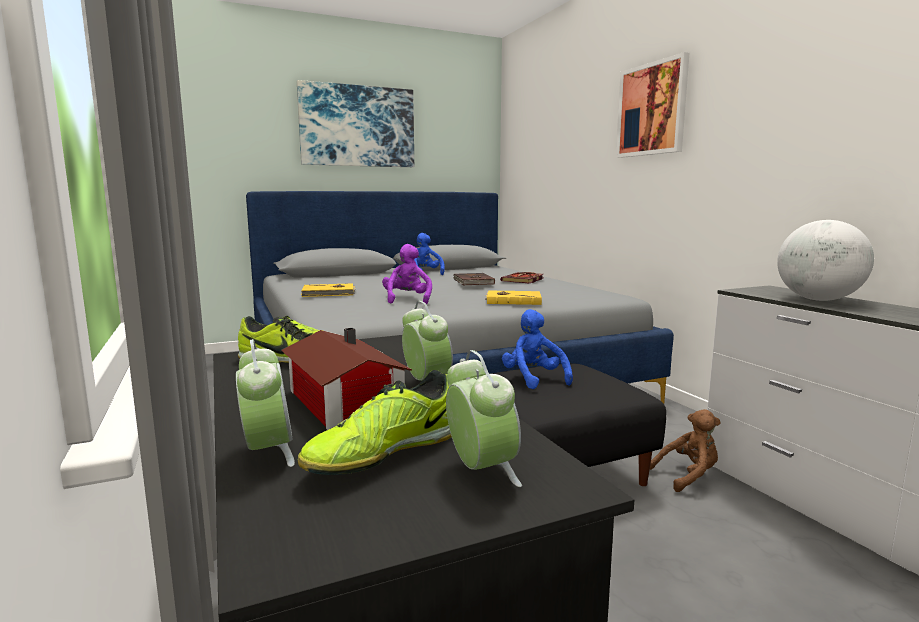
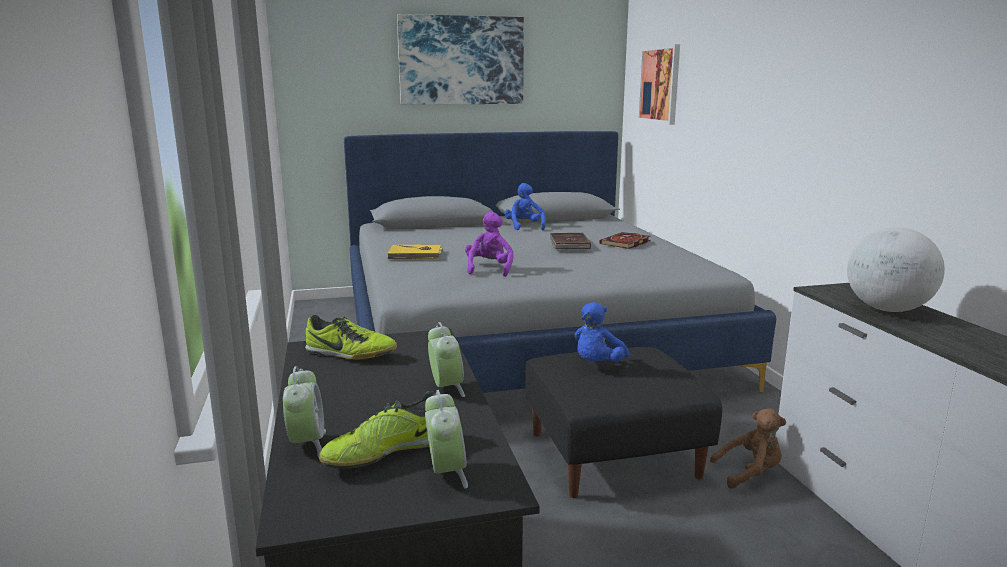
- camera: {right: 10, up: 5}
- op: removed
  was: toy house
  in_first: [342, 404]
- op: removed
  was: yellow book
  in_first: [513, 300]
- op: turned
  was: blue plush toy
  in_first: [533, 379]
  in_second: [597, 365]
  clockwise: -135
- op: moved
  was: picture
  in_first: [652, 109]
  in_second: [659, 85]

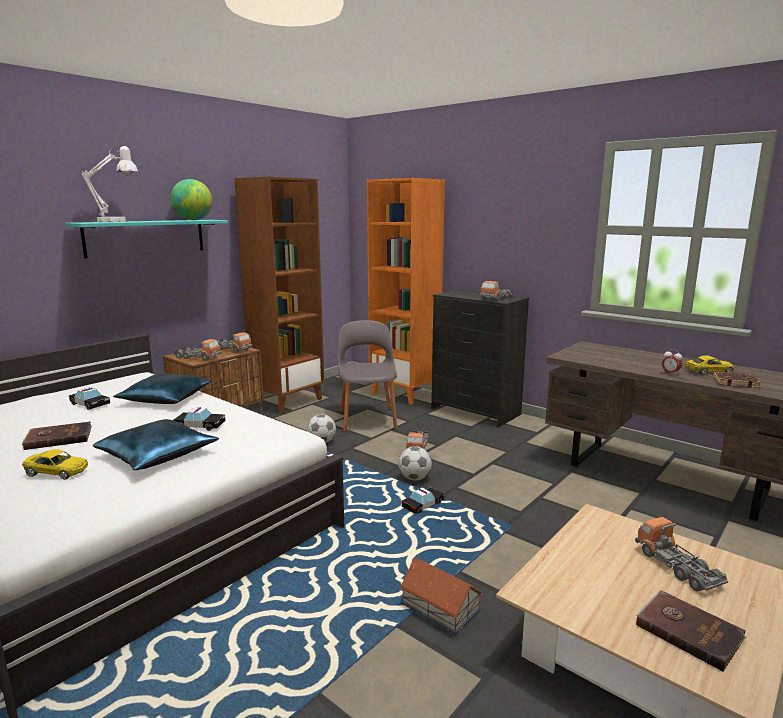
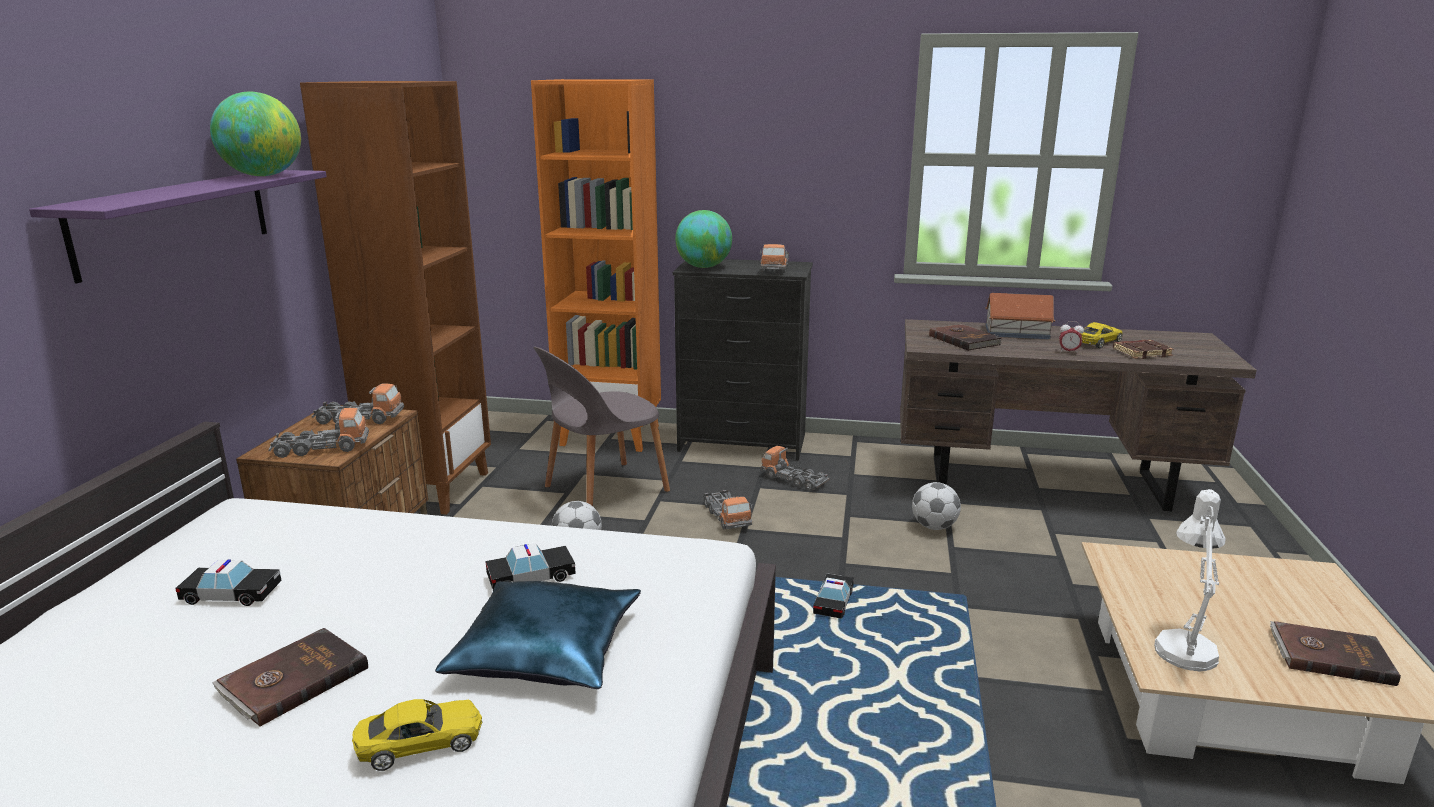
- camera: {right: -30, up: 5}
- op: recoloured
  was: turquoise shelf
  now: purple shelf
  in_first: [146, 237]
  in_second: [175, 220]
- op: moved
  was: white table lamp
  in_first: [118, 221]
  in_second: [1184, 645]
- op: removed
  was: blue pillow
  in_first: [167, 398]
- op: turned
  was: grey chair
  in_first: [367, 418]
  in_second: [603, 490]
  clockwise: -90
- op: moved
  was: football
  in_first: [415, 478]
  in_second: [934, 527]
- op: moved
  was: toy house
  in_first: [439, 607]
  in_second: [1016, 332]
- op: moved
  was: toy truck
  in_first: [677, 567]
  in_second: [793, 480]
- op: added
  now: globe
  in_second: [703, 267]
- op: added
  now: brown book
  in_second: [964, 340]

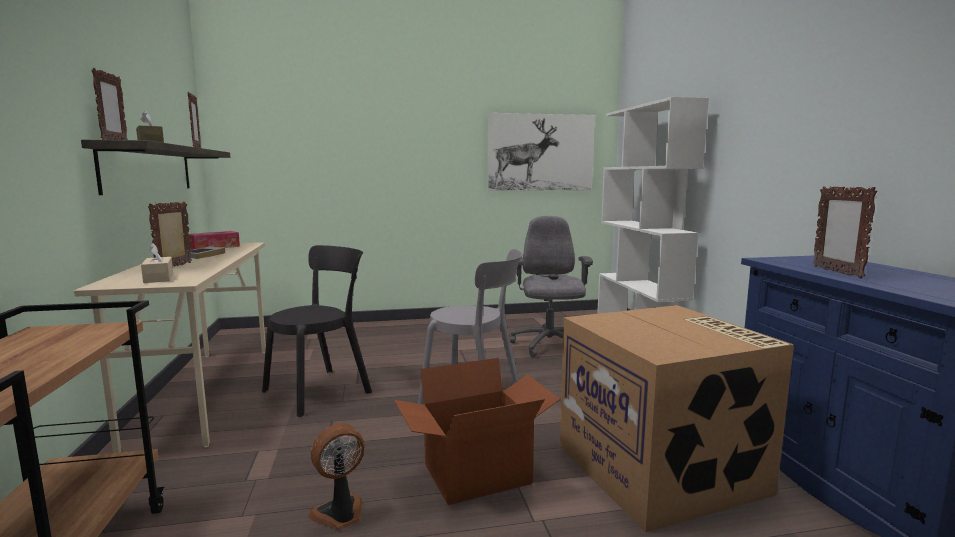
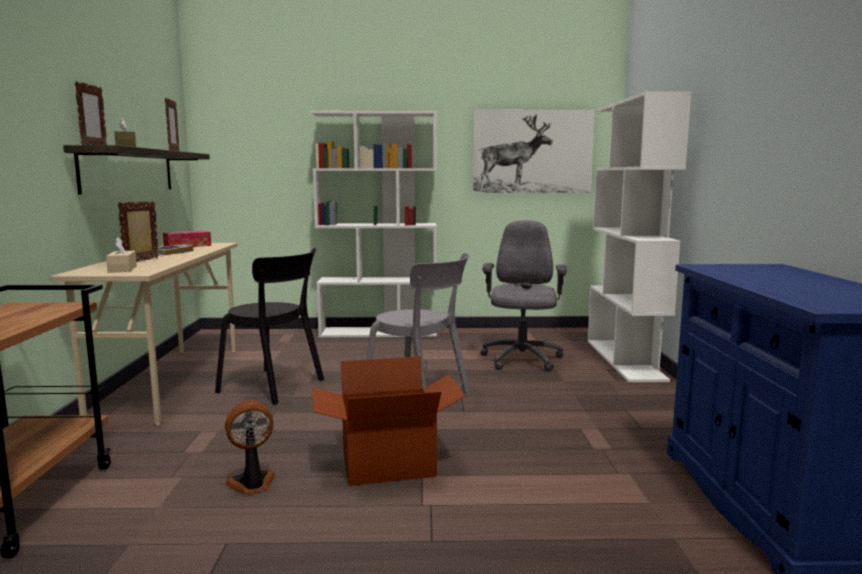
- camera: {right: 10, up: 0}
- op: turned
  was: black chair
  in_first: [322, 390]
  in_second: [275, 387]
  clockwise: 60
- op: removed
  was: cardboard box
  in_first: [662, 469]
- op: removed
  was: picture frame
  in_first: [836, 272]
- op: added
  now: white bookcase
  in_second: [379, 332]

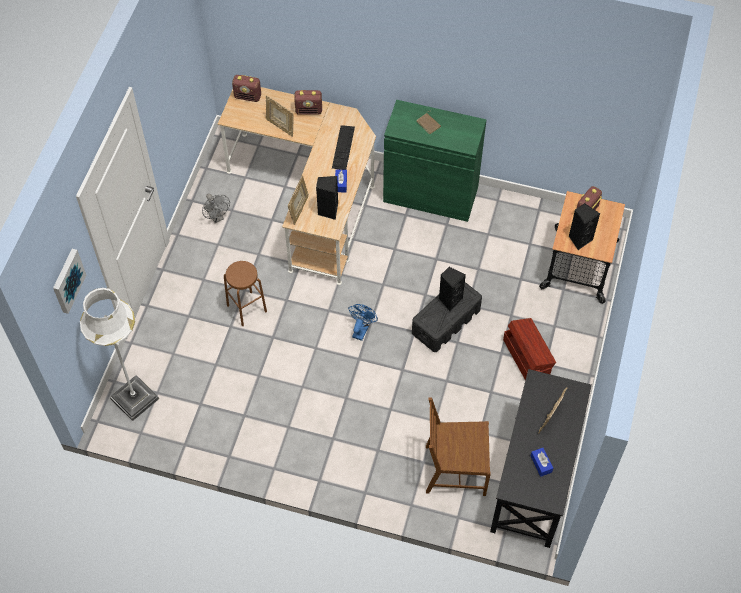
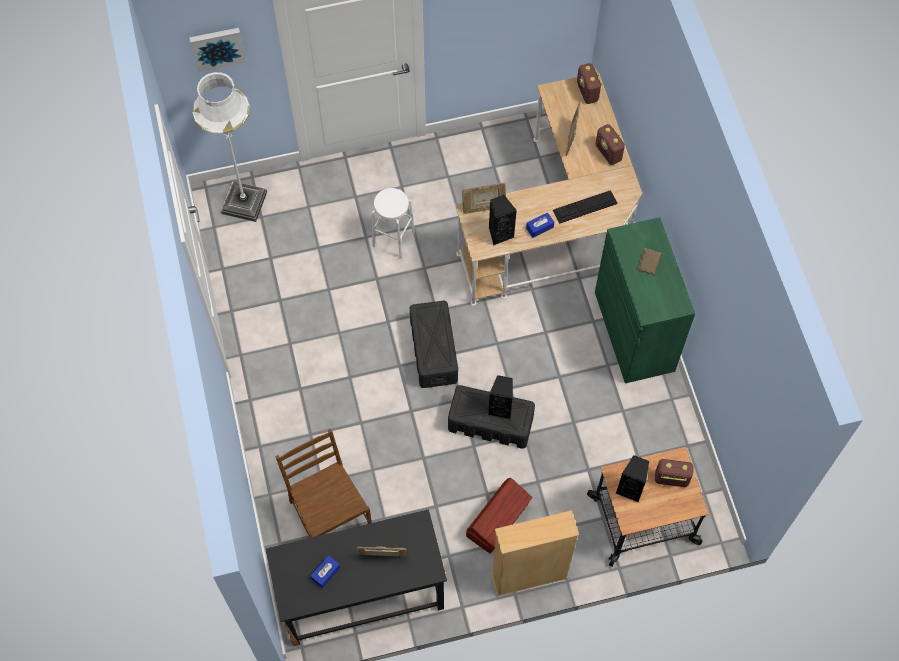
- camera: {right: 60, up: 5}
- op: removed
  was: grey fan
  in_first: [217, 217]
- op: recoloured
  was: brown stool
  now: white stool
  in_first: [246, 308]
  in_second: [393, 239]
- op: replaced
  was: blue fan
  now: black storage box
  in_first: [361, 329]
  in_second: [433, 350]
- op: added
  now: beige bookcase
  in_second: [529, 576]

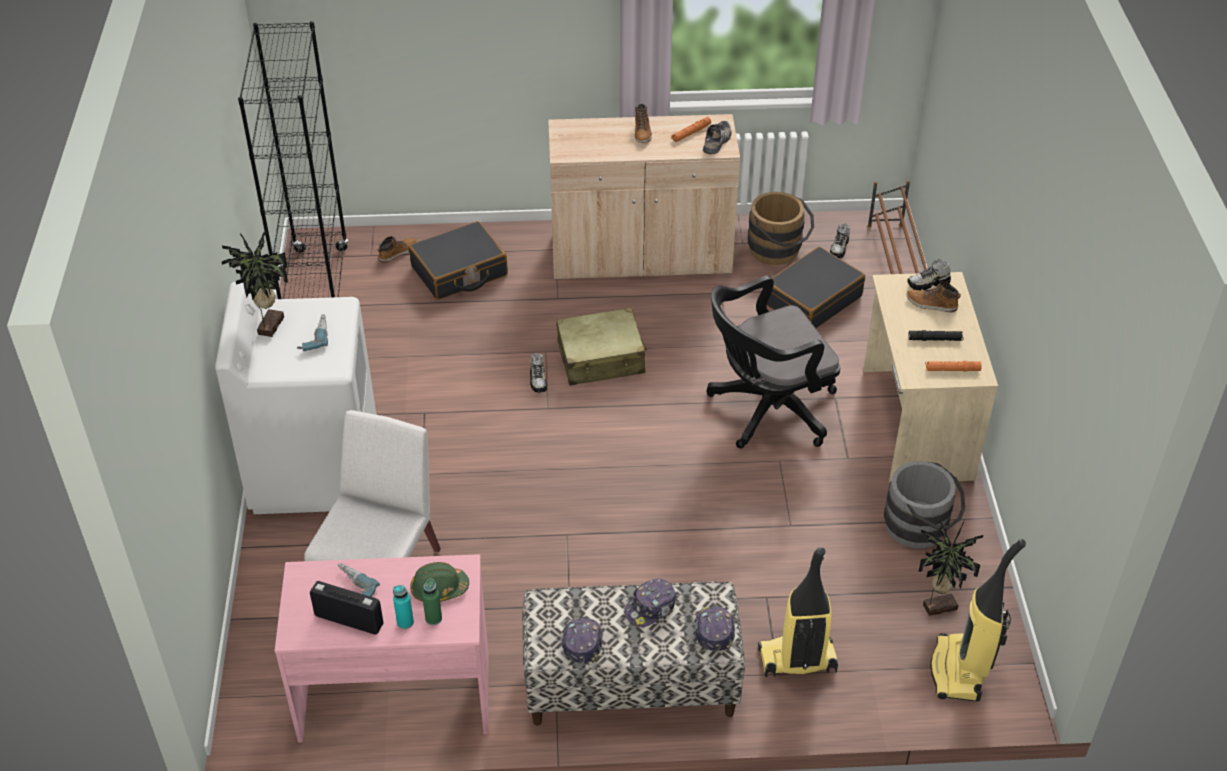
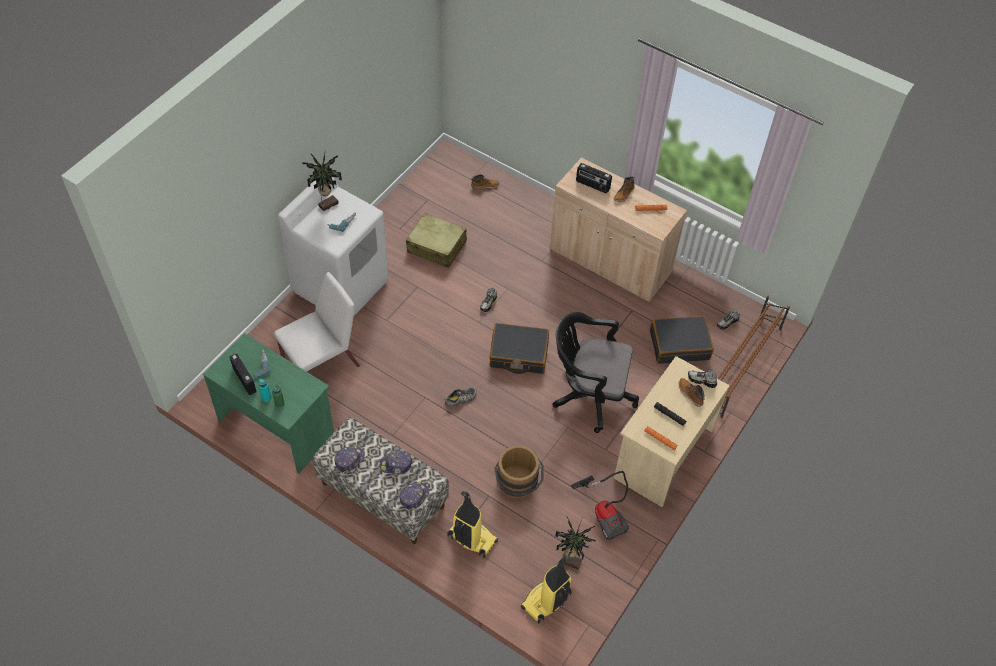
- camera: {right: 35, up: 10}
- op: removed
  was: black bookcase
  in_first: [316, 288]
- op: recoloured
  was: pink desk
  now: green desk
  in_first: [394, 694]
  in_second: [277, 426]
- op: moved
  was: black suitcase
  in_first: [459, 271]
  in_second: [518, 354]
- op: removed
  was: green hard hat
  in_first: [439, 588]
- op: moved
  was: beige suitcase
  in_first: [601, 358]
  in_second: [437, 247]
- op: moved
  was: shoe
  in_first: [717, 141]
  in_second: [461, 399]
- op: moved
  was: brown bucket
  in_first: [778, 251]
  in_second: [517, 485]
- op: replaced
  was: grey bucket
  now: vacuum cleaner
  in_first: [921, 527]
  in_second: [605, 513]
- op: added
  now: radio
  in_second: [592, 185]

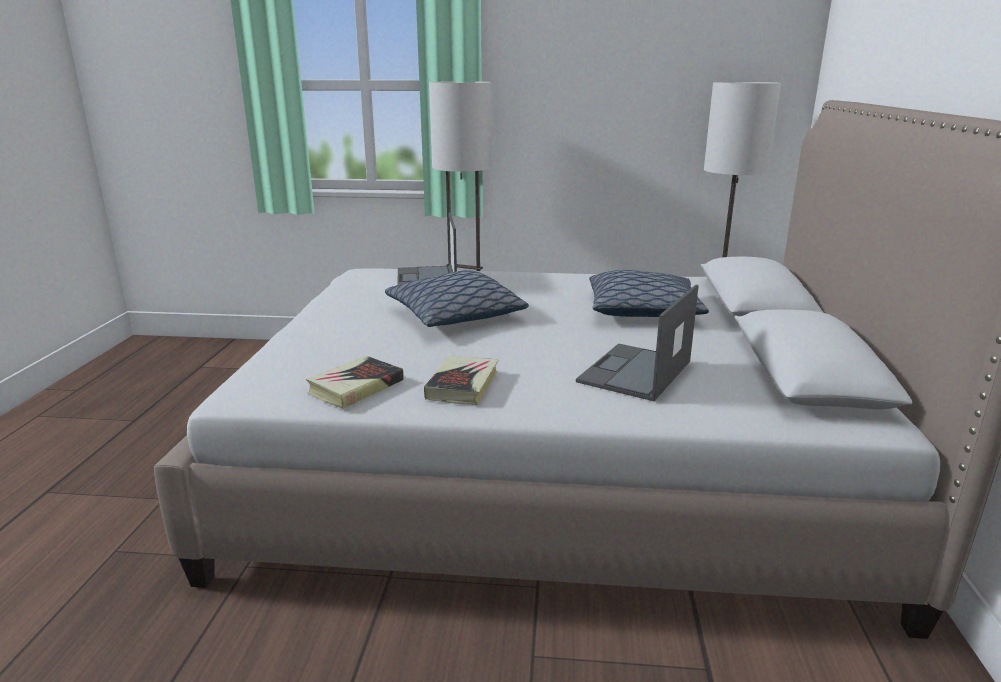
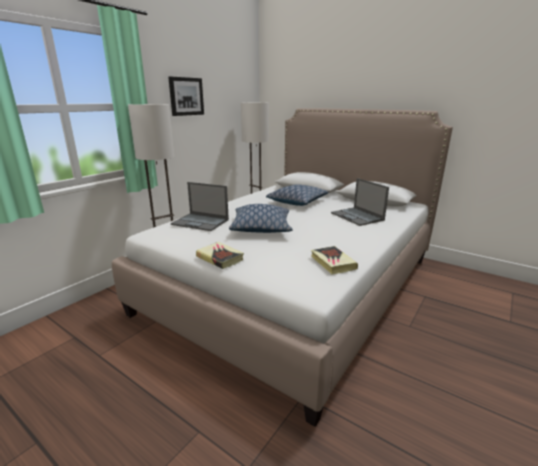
- camera: {right: -60, up: 0}
- op: moved
  was: book
  in_first: [463, 385]
  in_second: [220, 258]
- op: added
  now: picture
  in_second: [186, 96]

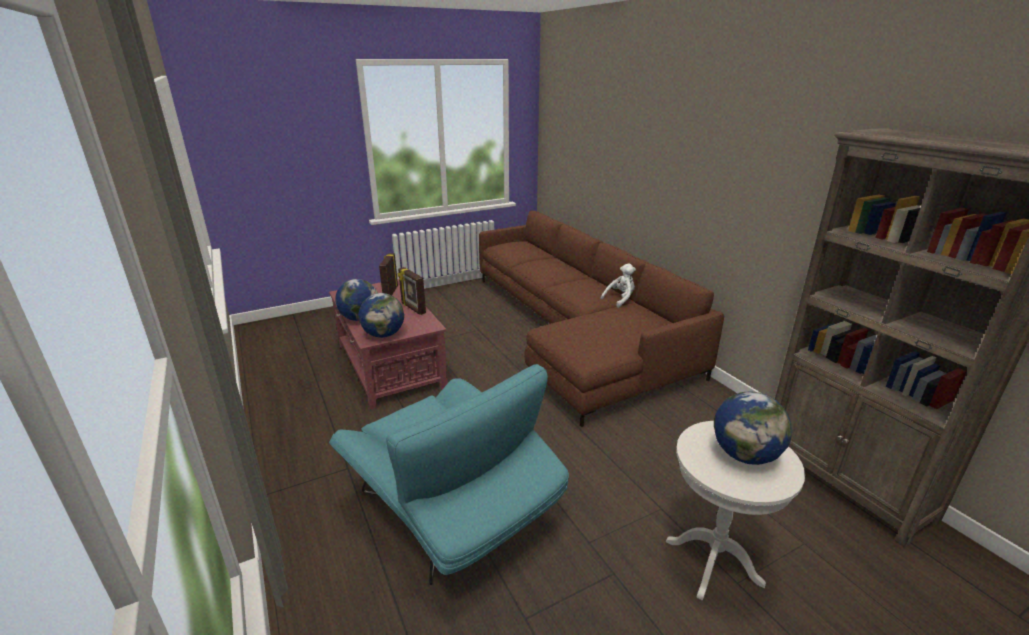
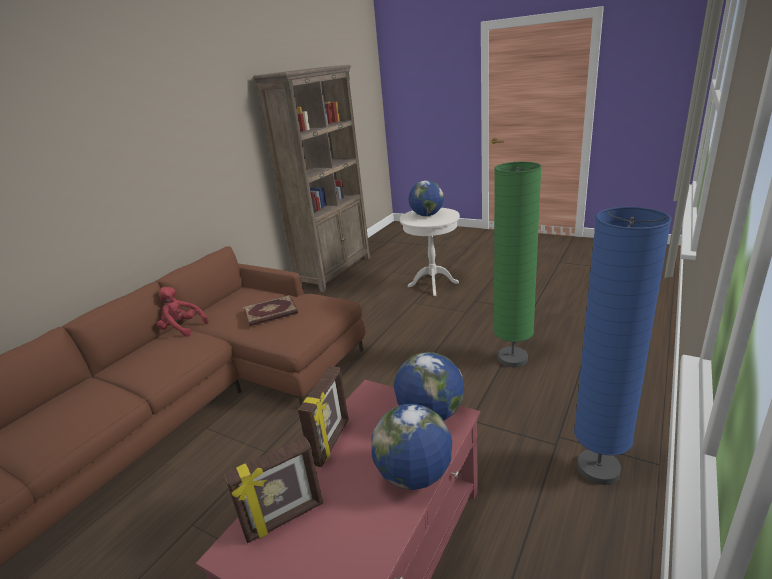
- camera: {right: -120, up: 0}
- op: replaced
  was: turquoise armchair
  now: green floor lamp
  in_first: [453, 512]
  in_second: [512, 359]
- op: recoloured
  was: white plush toy
  now: red plush toy
  in_first: [620, 299]
  in_second: [182, 328]
- op: added
  now: book
  in_second: [271, 313]
- op: added
  now: blue floor lamp
  in_second: [598, 469]

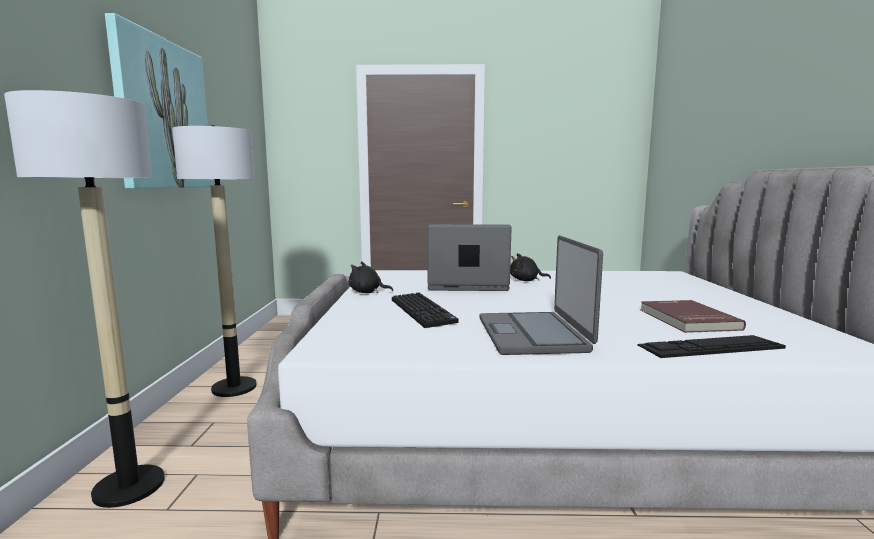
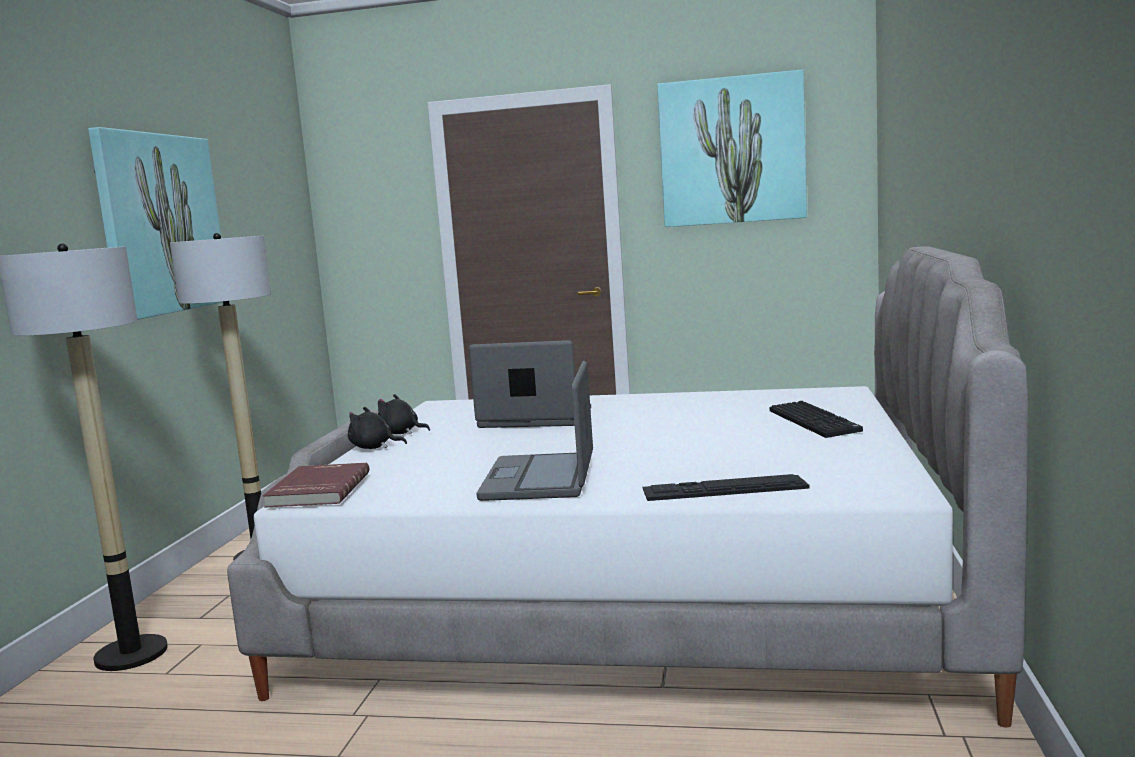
- camera: {right: 10, up: 0}
- op: moved
  was: keyboard
  in_first: [424, 311]
  in_second: [816, 421]
- op: moved
  was: black plush toy
  in_first: [526, 280]
  in_second: [374, 447]
- op: moved
  was: red book
  in_first: [686, 319]
  in_second: [317, 489]
- op: added
  now: picture
  in_second: [732, 151]

